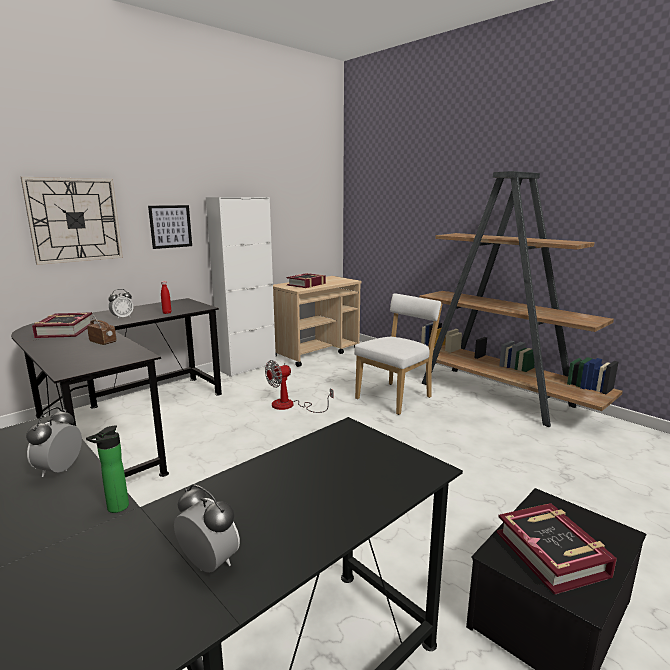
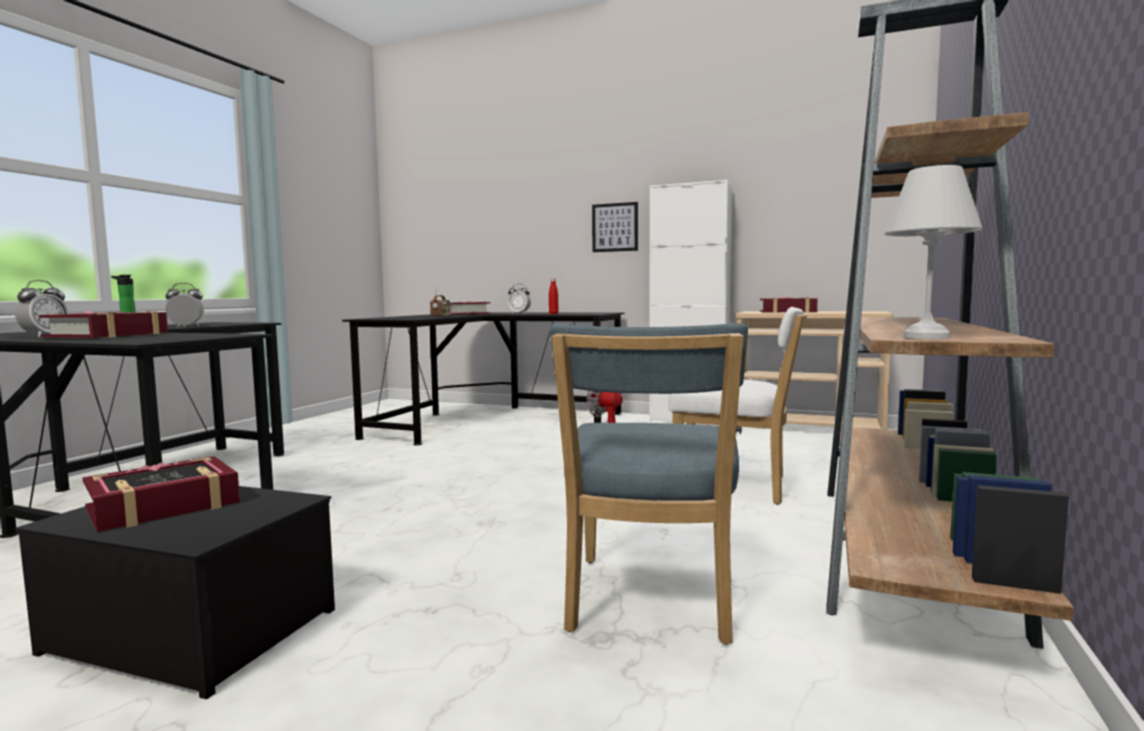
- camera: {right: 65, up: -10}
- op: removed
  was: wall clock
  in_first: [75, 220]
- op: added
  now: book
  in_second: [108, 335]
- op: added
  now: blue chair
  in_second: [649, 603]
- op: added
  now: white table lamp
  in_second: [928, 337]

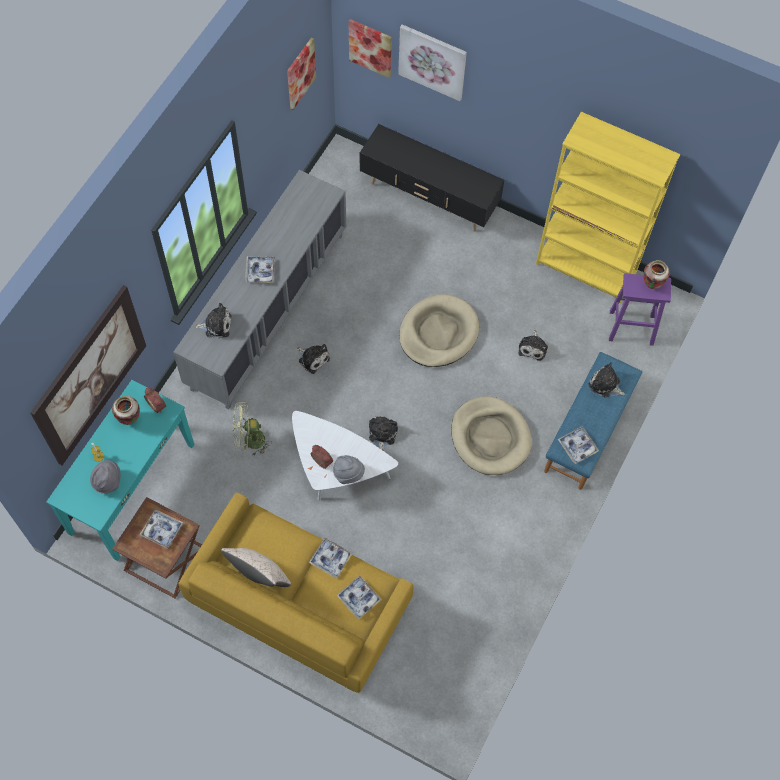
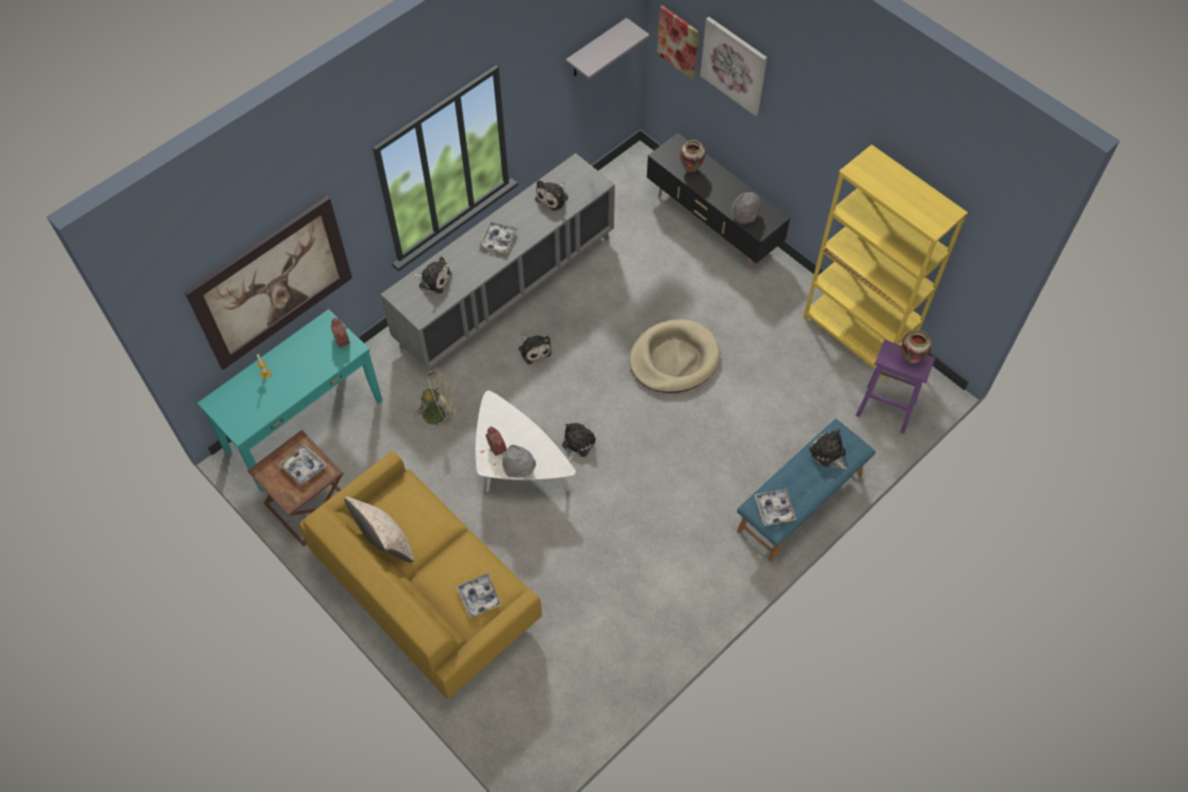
- camera: {right: 20, up: -5}
- op: moved
  was: grey hat
  in_first: [107, 482]
  in_second: [744, 215]
- op: moved
  was: vase
  in_first: [130, 419]
  in_second: [691, 169]
- op: turned
  was: green fan
  in_first: [249, 440]
  in_second: [439, 412]
  clockwise: 150
- op: replaced
  was: picture
  now: grey shelf
  in_first: [300, 73]
  in_second: [596, 49]
- op: removed
  was: tray
  in_first: [330, 559]
- op: removed
  was: beige dog bed
  in_first: [490, 437]
- op: moved
  was: plush toy
  in_first: [533, 347]
  in_second: [553, 197]

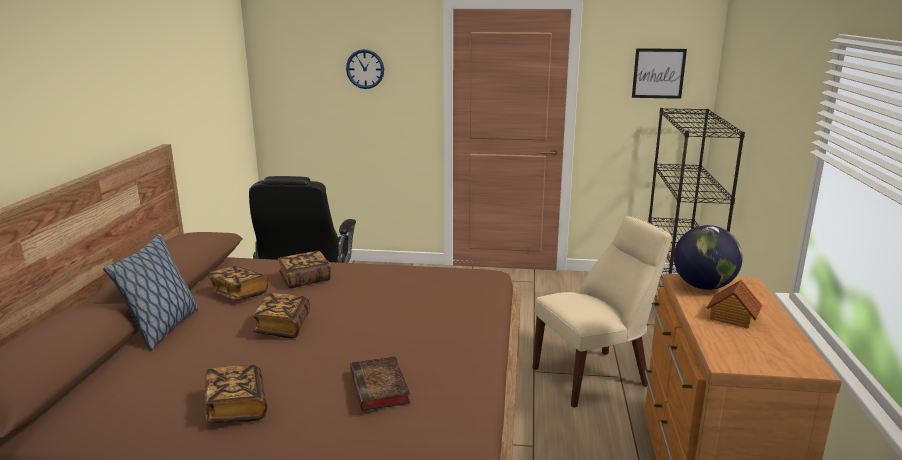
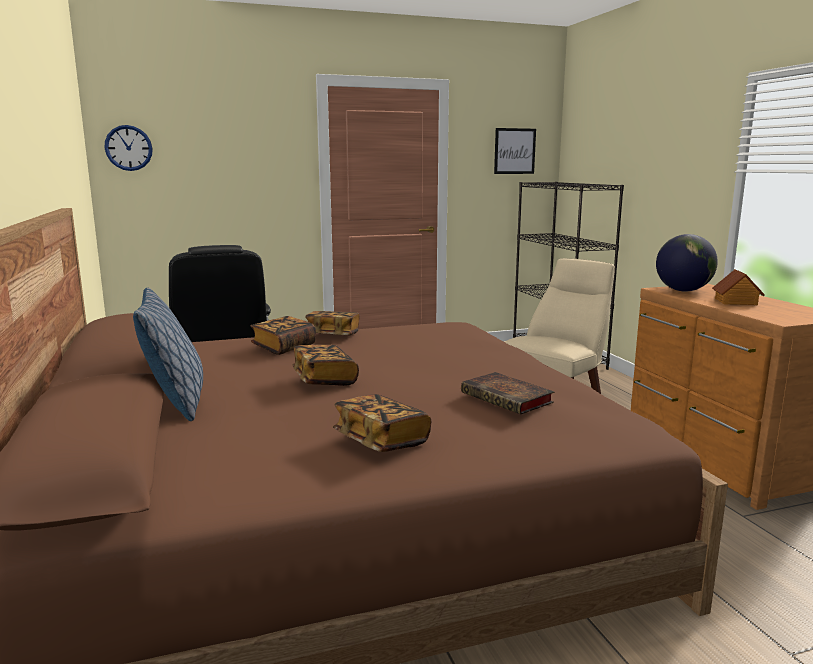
- camera: {right: -25, up: -5}
- op: moved
  was: book
  in_first: [238, 294]
  in_second: [333, 335]
- op: moved
  was: wall clock
  in_first: [365, 69]
  in_second: [128, 148]

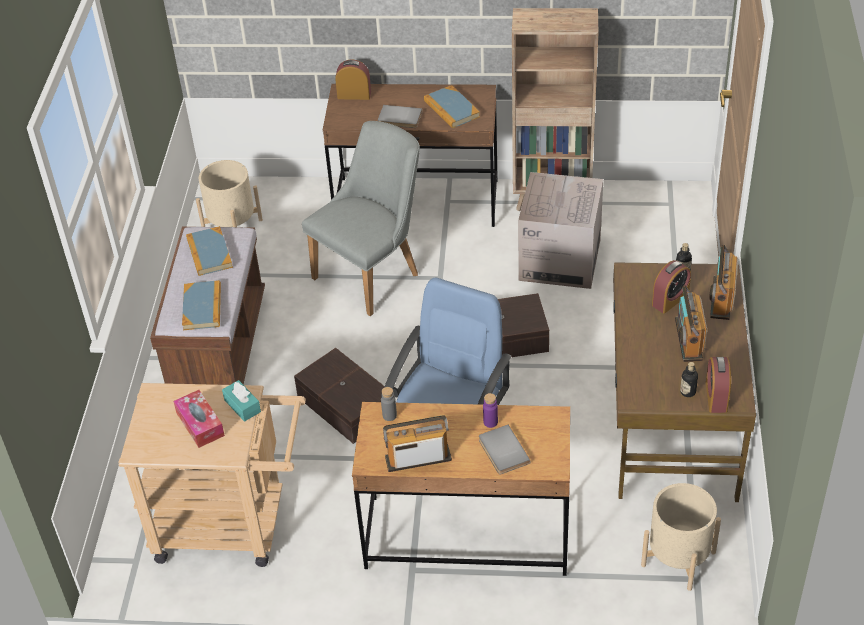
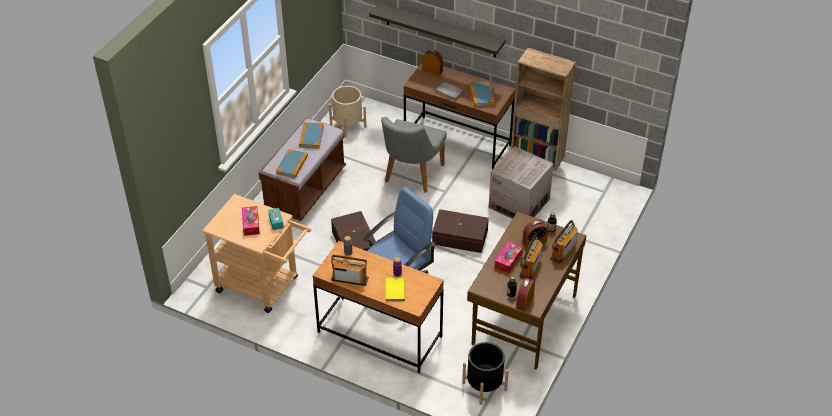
- camera: {right: 20, up: 0}
- op: turned
  was: grey chair
  in_first: [374, 272]
  in_second: [411, 176]
  clockwise: 135
- op: recoloured
  was: grey book
  now: yellow book
  in_first: [502, 452]
  in_second: [394, 290]
- op: recoloured
  was: beige planter
  now: black planter
  in_first: [678, 558]
  in_second: [484, 386]
- op: added
  now: shelf
  in_second: [440, 30]
- op: added
  now: tissue box
  in_second: [508, 260]

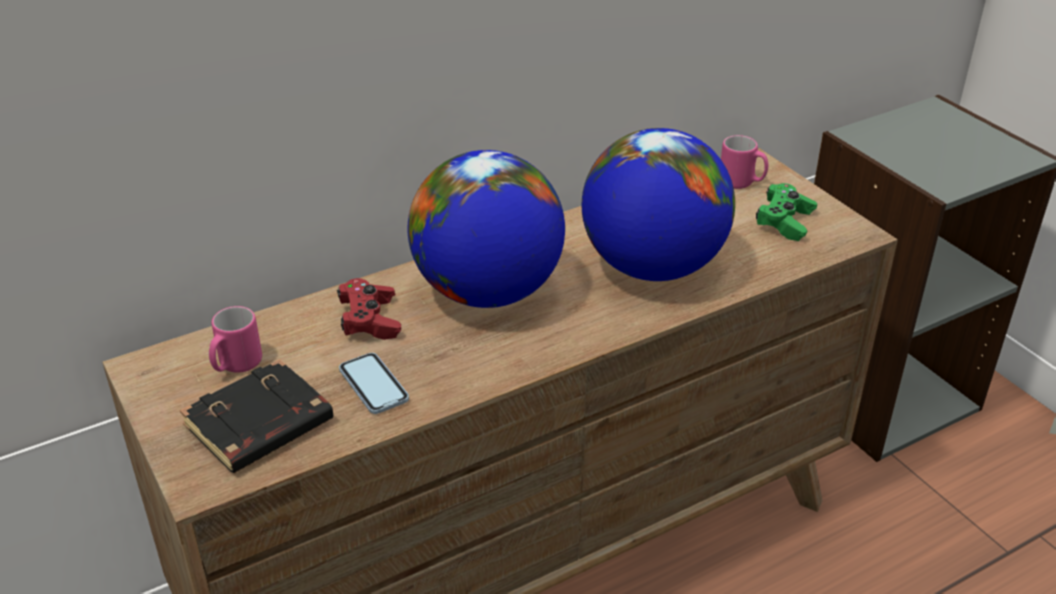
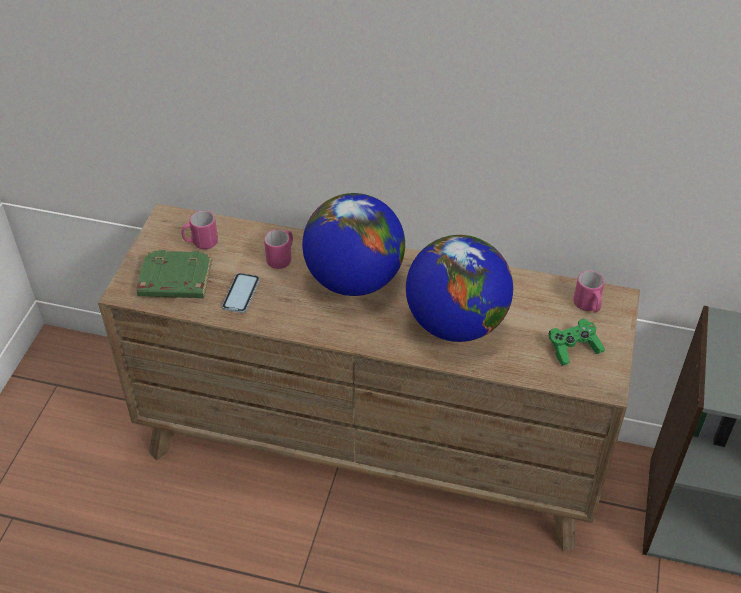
- camera: {right: 45, up: 10}
- op: recoloured
  was: black book
  now: green book
  in_first: [259, 426]
  in_second: [174, 280]
- op: replaced
  was: red game controller
  now: pink mug
  in_first: [370, 321]
  in_second: [282, 258]

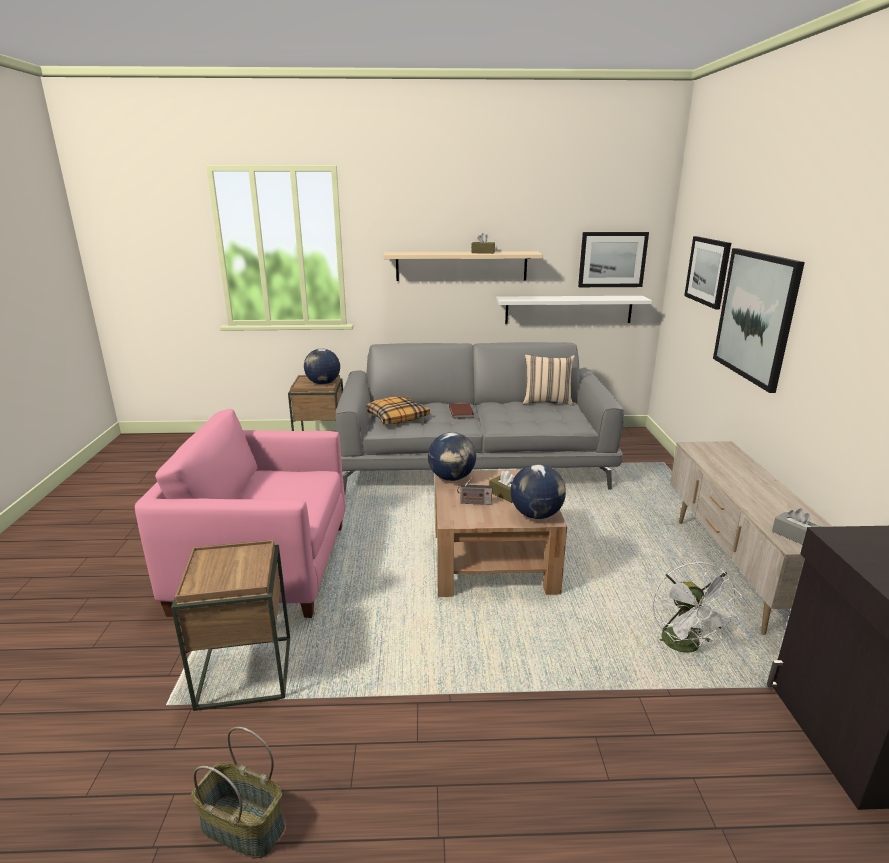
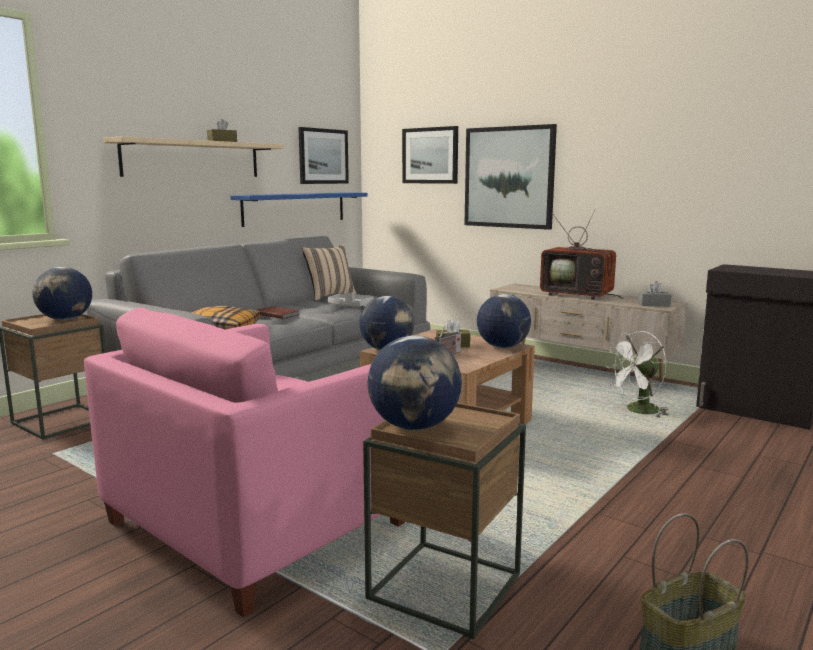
- camera: {right: -50, up: -10}
- op: recoloured
  was: white shelf
  now: blue shelf
  in_first: [568, 309]
  in_second: [295, 208]
- op: turned
  was: white fan
  in_first: [685, 646]
  in_second: [637, 411]
  clockwise: 120
- op: added
  now: grey tray
  in_second: [350, 306]
- op: added
  now: globe
  in_second: [414, 427]
- op: added
  now: television
  in_second: [579, 295]

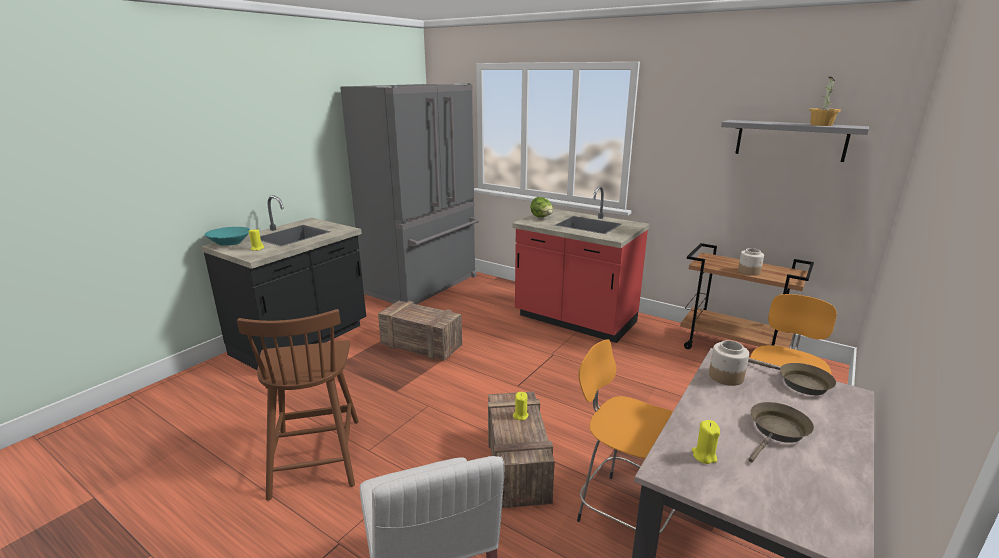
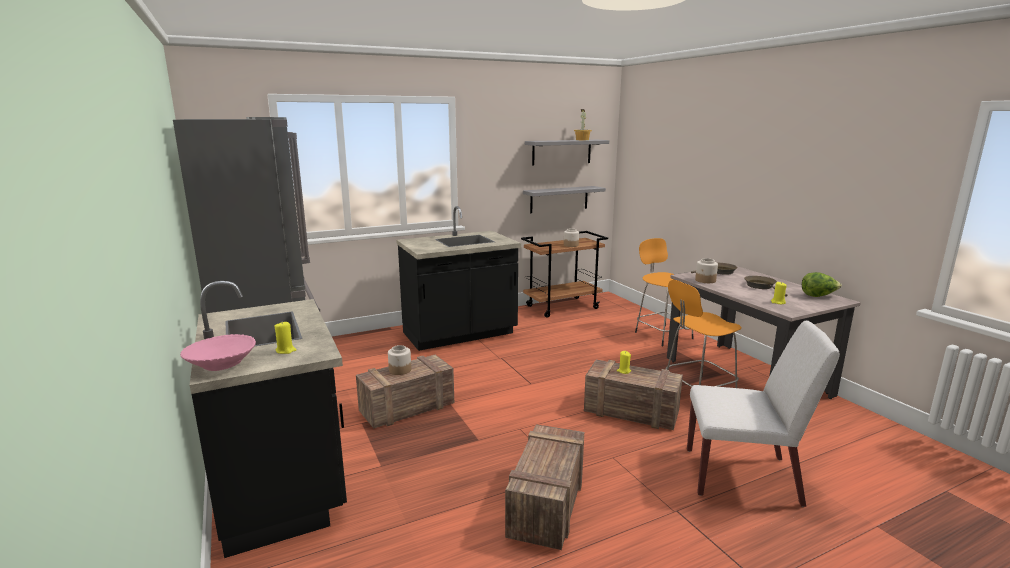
- camera: {right: -60, up: -5}
- op: recoloured
  was: turquoise bowl
  now: pink bowl
  in_first: [230, 243]
  in_second: [221, 365]
- op: replaced
  was: brown chair
  now: crate
  in_first: [316, 455]
  in_second: [547, 506]
- op: recoloured
  was: red counter
  now: black counter
  in_first: [574, 320]
  in_second: [460, 334]
- op: moved
  was: lettuce
  in_first: [542, 217]
  in_second: [818, 296]
- op: added
  now: jar
  in_second: [400, 370]
- op: added
  now: grey shelf
  in_second: [559, 199]

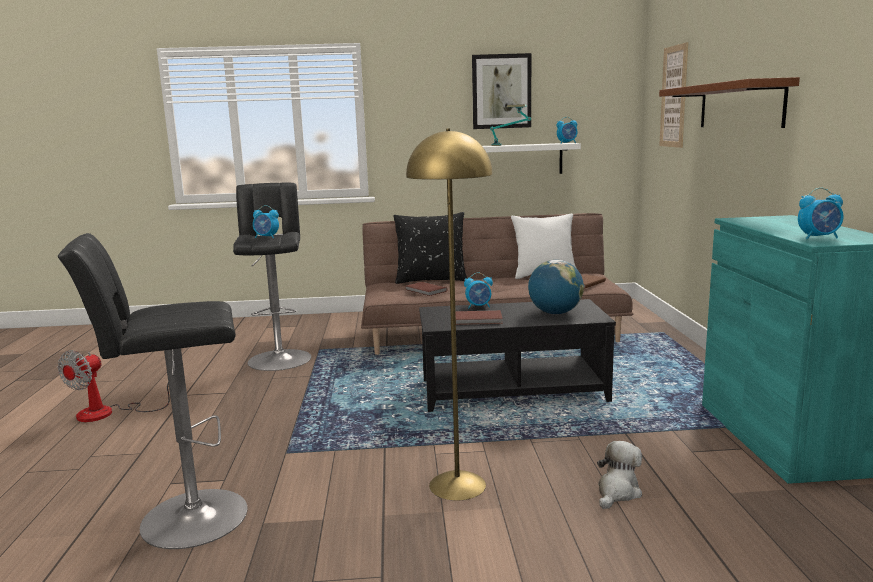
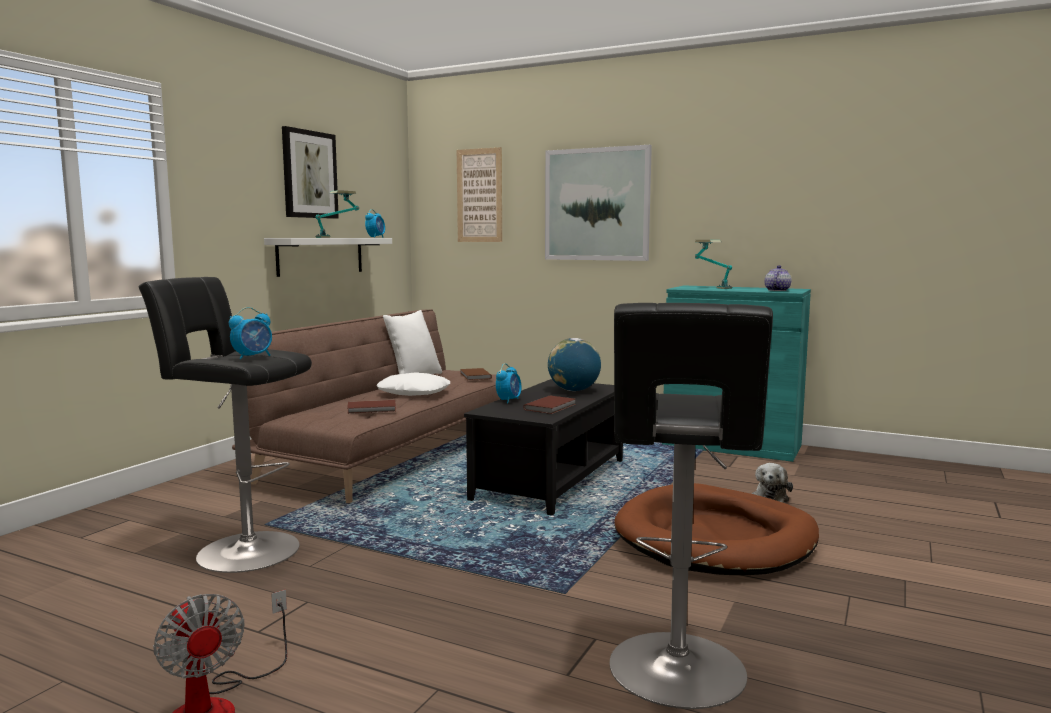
- camera: {right: -60, up: -5}
- op: removed
  was: black pillow
  in_first: [431, 280]
- op: replaced
  was: yellow floor lamp
  now: brown dog bed
  in_first: [458, 485]
  in_second: [715, 538]
- op: turned
  was: plush toy
  in_first: [617, 492]
  in_second: [770, 498]
  clockwise: -135
- op: replaced
  was: brown shelf
  now: picture
  in_first: [740, 105]
  in_second: [597, 204]
- op: replaced
  was: alarm clock
  now: teapot
  in_first: [819, 237]
  in_second: [777, 290]
- op: added
  now: white pillow
  in_second: [414, 392]
- op: added
  now: table lamp
  in_second: [711, 287]

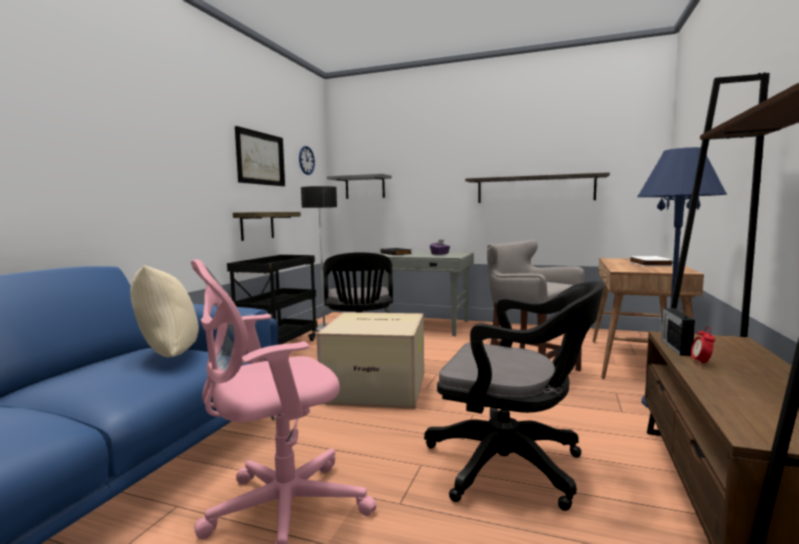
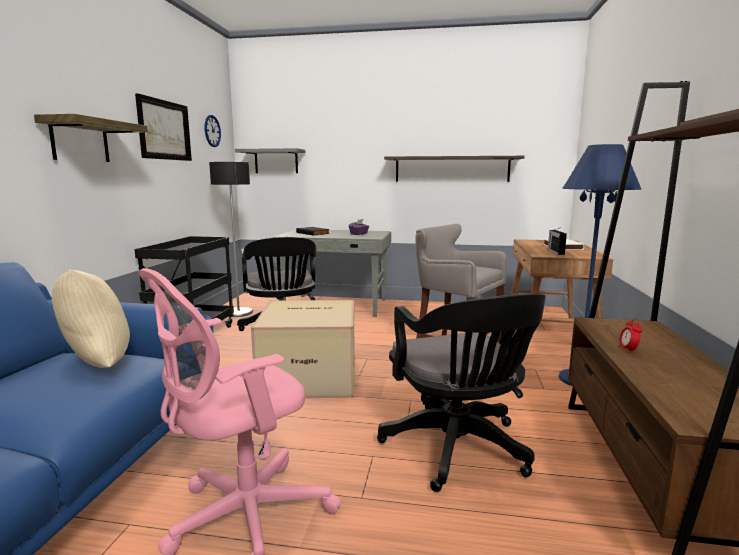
- camera: {right: -10, up: 5}
- op: moved
  was: shelf
  in_first: [257, 225]
  in_second: [80, 141]
- op: turned
  was: black office chair
  in_first: [512, 466]
  in_second: [458, 450]
  clockwise: 60
- op: moved
  was: radio
  in_first: [675, 347]
  in_second: [555, 252]

